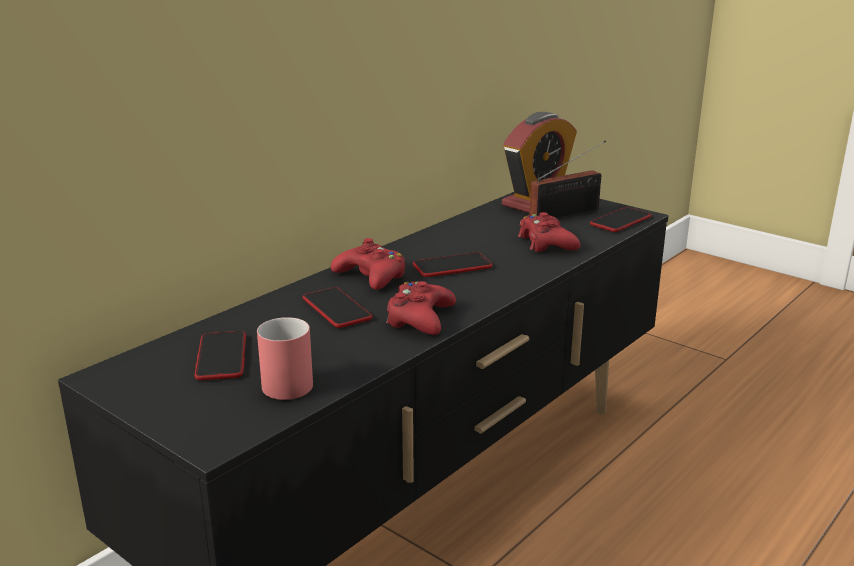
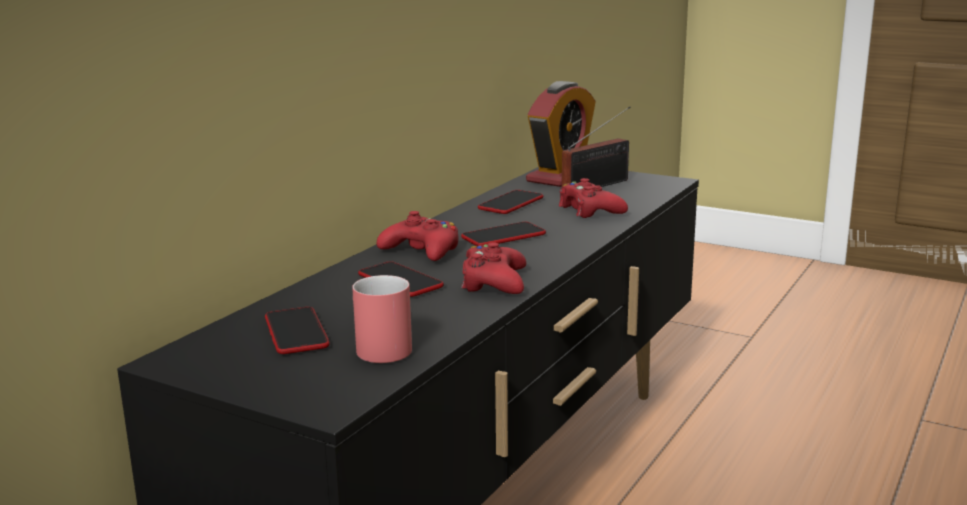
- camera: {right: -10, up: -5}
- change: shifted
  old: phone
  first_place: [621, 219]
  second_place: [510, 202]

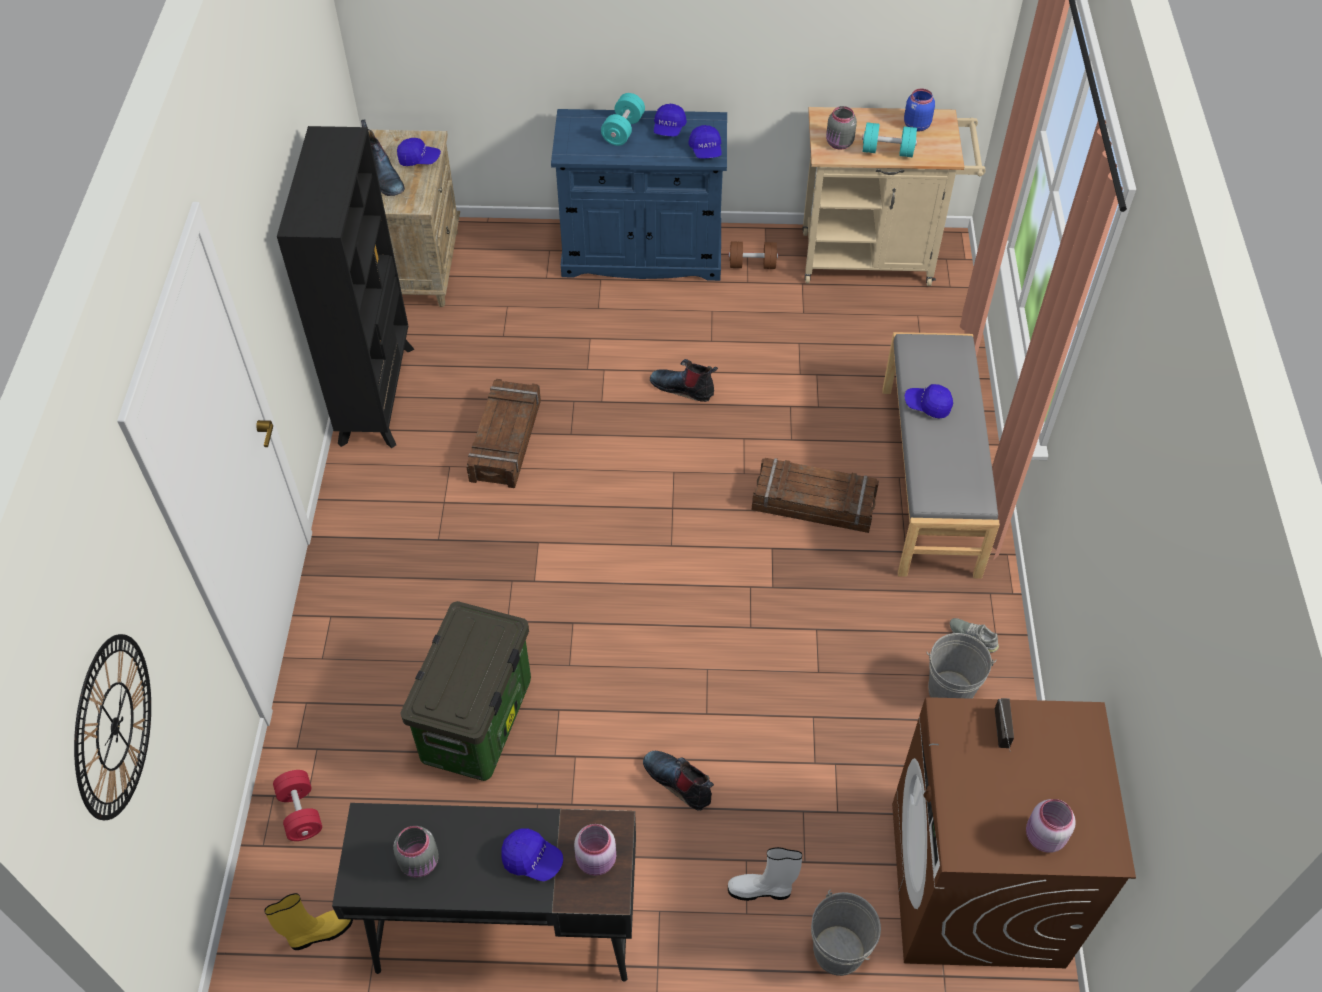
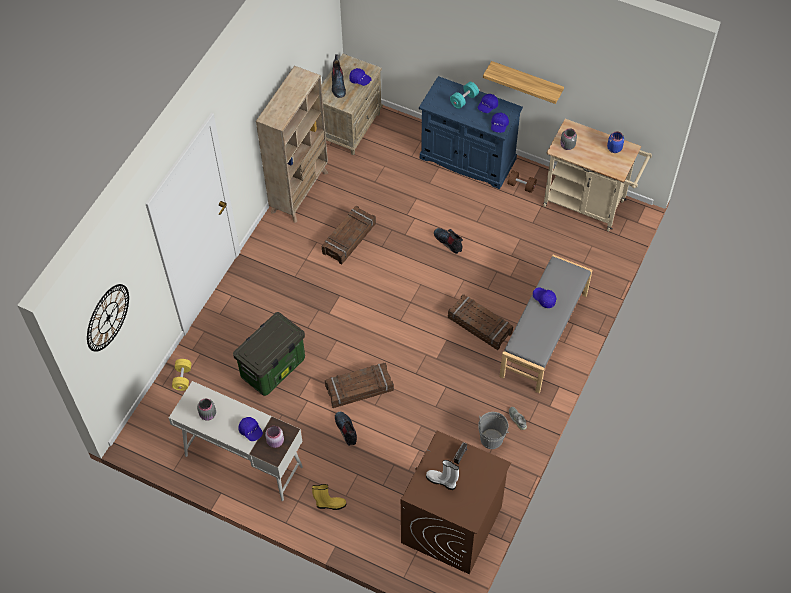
- camera: {right: 25, up: 5}
- change: gone
  old: dumbbell (turquoise)
  first_place: [889, 139]
- change: repainted
  old: bookcase (black)
  new: bookcase (beige)
  first_place: [345, 287]
  second_place: [292, 144]
- change: repainted
  old: dumbbell (red)
  new: dumbbell (yellow)
  first_place: [297, 805]
  second_place: [181, 375]
- change: gone
  old: jar (pink)
  first_place: [1051, 826]
- change: repainted
  old: desk (black)
  new: desk (white)
  first_place: [484, 892]
  second_place: [236, 441]
- change: shifted
  old: boot (white)
  first_place: [765, 874]
  second_place: [442, 475]
- change: gone
  old: bucket (grey)
  first_place: [846, 932]
- change: shifted
  old: boot (yellow)
  first_place: [309, 921]
  second_place: [329, 497]
- change: new
  new: shelf
  second_place: [523, 82]
- change: new
  new: crate
  second_place: [359, 385]

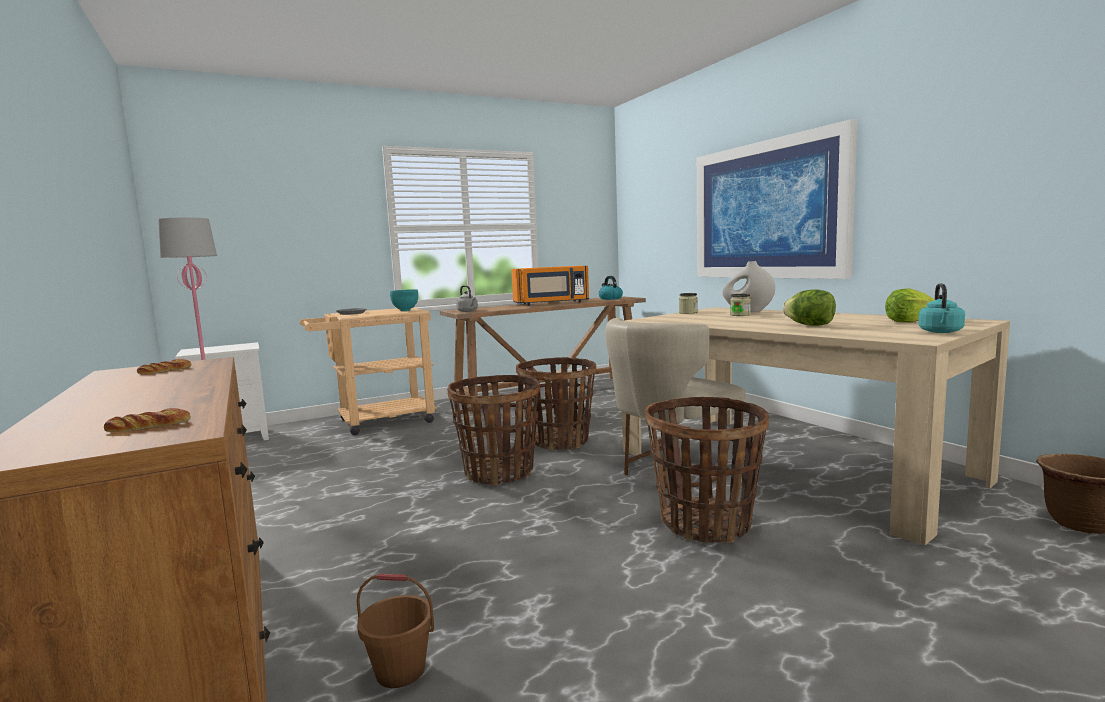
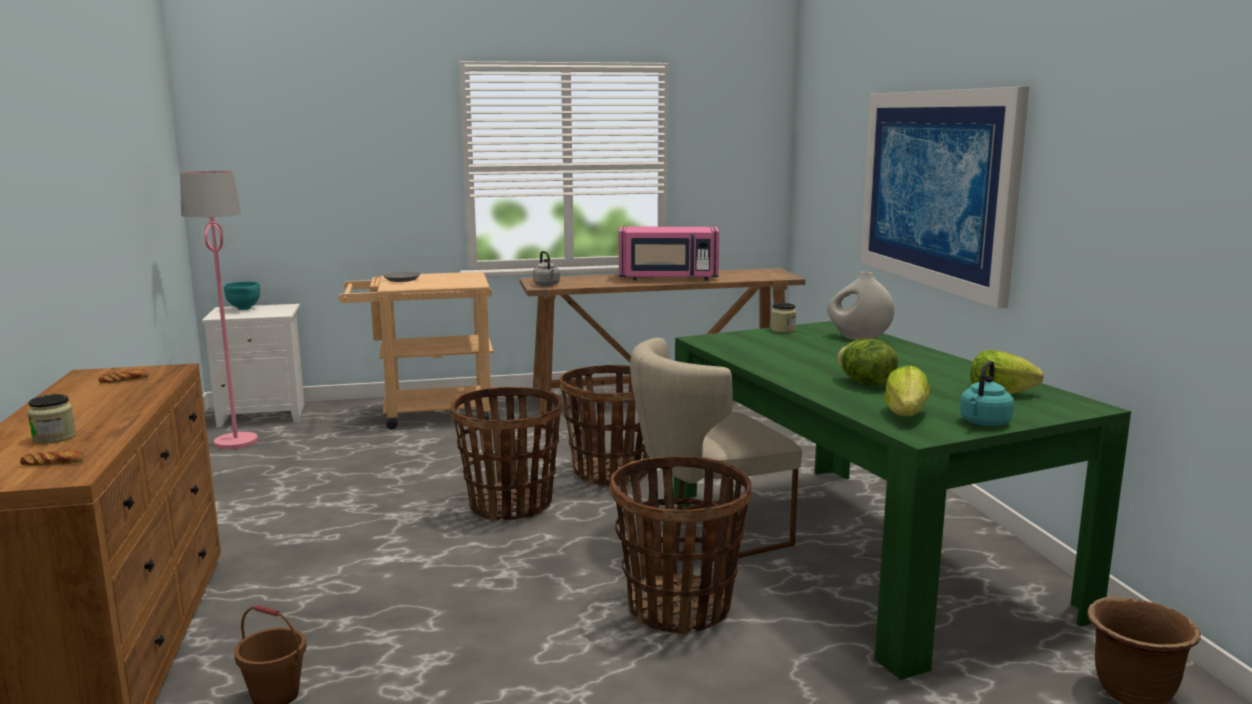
- camera: {right: 15, up: 5}
- change: repainted
  old: microwave (orange)
  new: microwave (pink)
  first_place: [550, 286]
  second_place: [669, 253]
- change: gone
  old: kettle
  first_place: [611, 288]
- change: shifted
  old: bowl (turquoise)
  first_place: [404, 300]
  second_place: [242, 295]
- change: shifted
  old: jar
  first_place: [740, 305]
  second_place: [51, 419]
- change: repainted
  old: dining table (beige)
  new: dining table (green)
  first_place: [816, 426]
  second_place: [902, 500]
- change: new
  new: lettuce
  second_place: [907, 390]

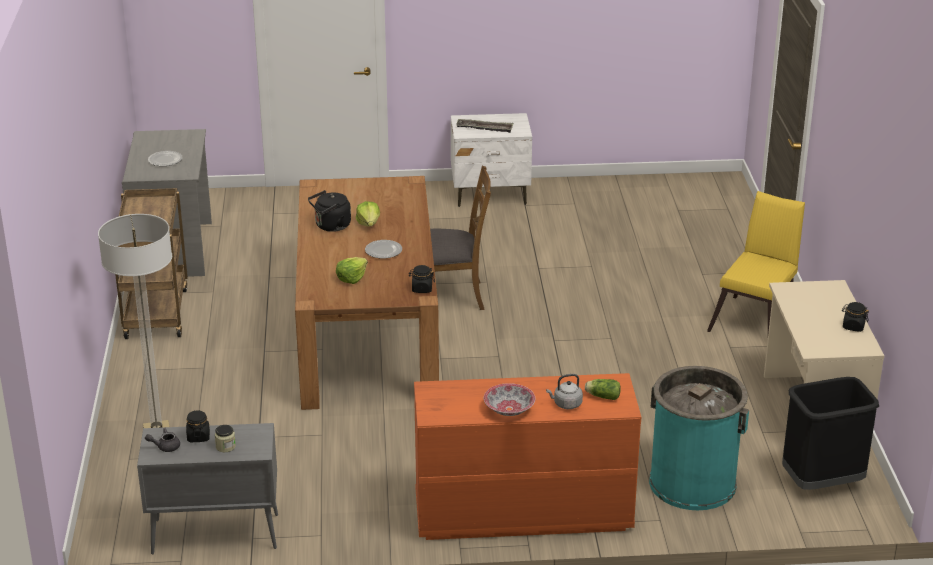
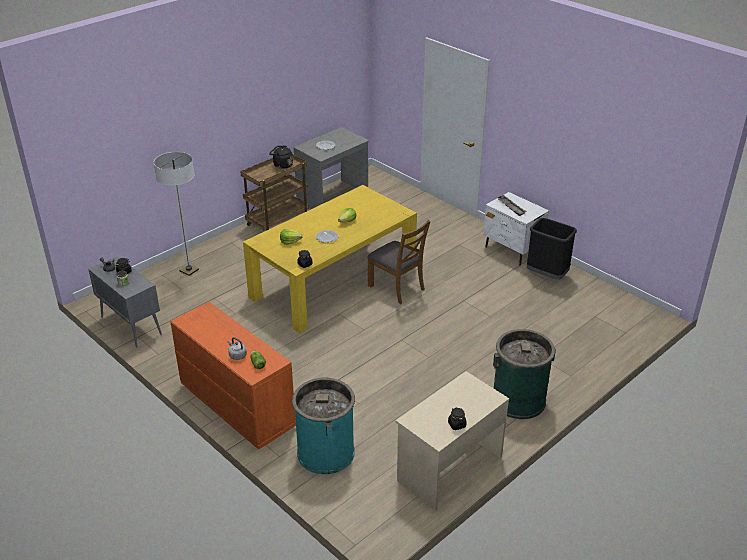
- camera: {right: 50, up: 5}
- change: repainted
  old: dining table (brown)
  new: dining table (yellow)
  first_place: [367, 293]
  second_place: [330, 259]
- change: shifted
  old: kettle (black)
  first_place: [329, 211]
  second_place: [281, 157]
- change: swapped
  old: chair (yellow)
  new: trash can (green)
  first_place: [756, 261]
  second_place: [524, 374]
- change: shifted
  old: trash can (black)
  first_place: [830, 433]
  second_place: [552, 249]
- change: gone
  old: bowl
  first_place: [509, 399]

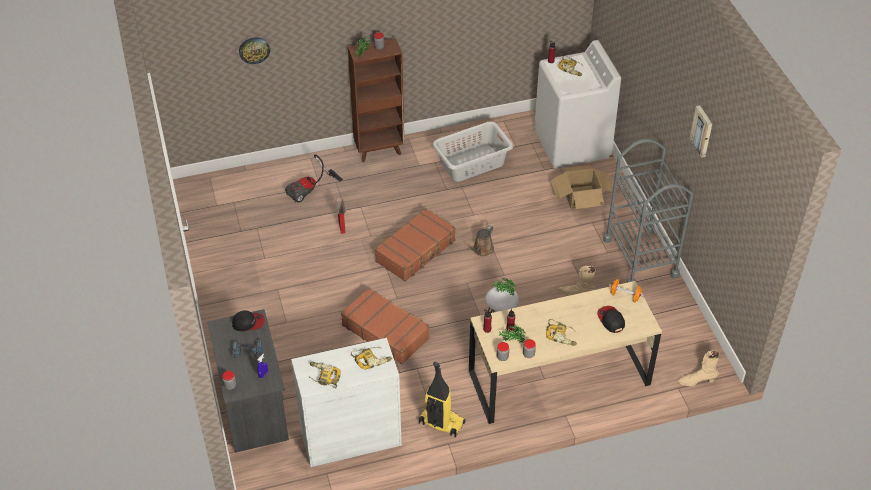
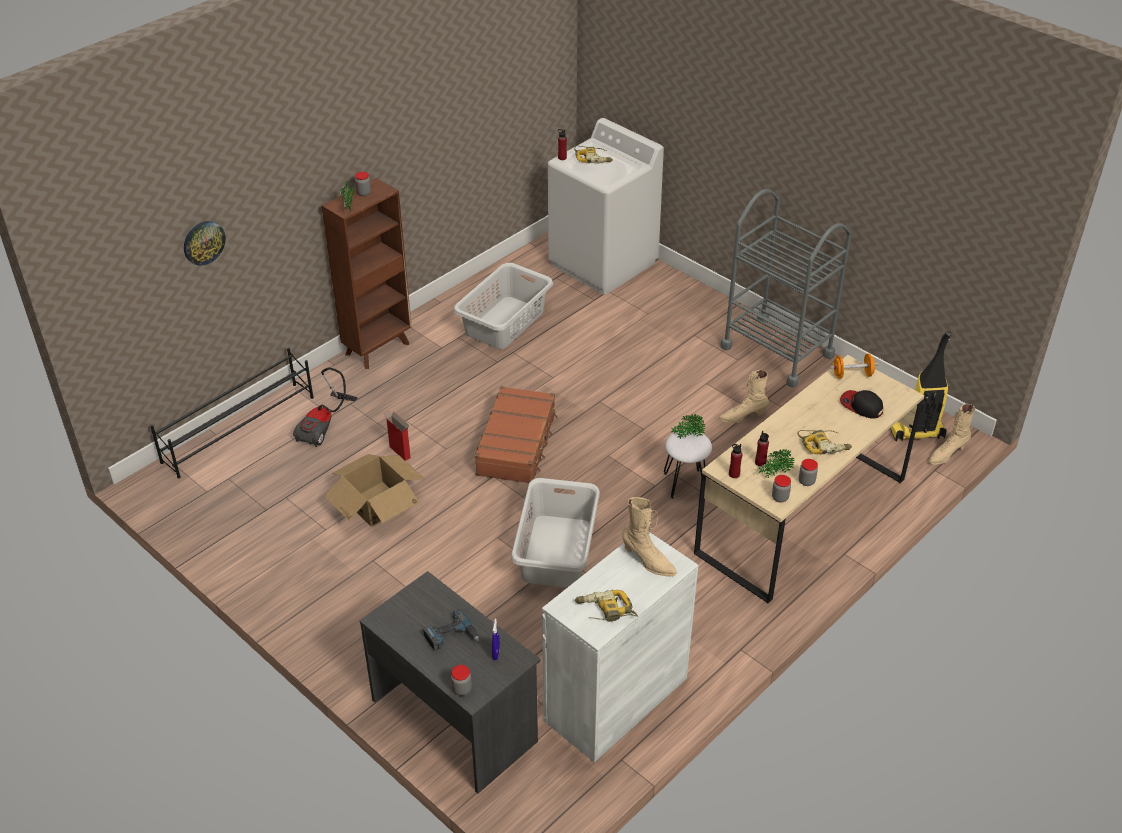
- camera: {right: -30, up: -5}
- change: gone
  old: picture
  first_place: [701, 131]
- change: shifted
  old: cardboard box
  first_place: [582, 187]
  second_place: [374, 490]
- change: gone
  old: watering can (brown)
  first_place: [481, 240]
- change: swapped
  old: suitcase (brown)
  new: laundry basket (grey)
  first_place: [385, 326]
  second_place: [555, 533]
- change: gone
  old: cap
  first_place: [248, 321]
- change: swapped
  old: power drill
  new: boot (beige)
  first_place: [371, 358]
  second_place: [649, 537]
- change: shifted
  old: vacuum cleaner
  first_place: [442, 399]
  second_place: [921, 386]
- change: new
  new: shoe rack (black)
  second_place: [232, 413]

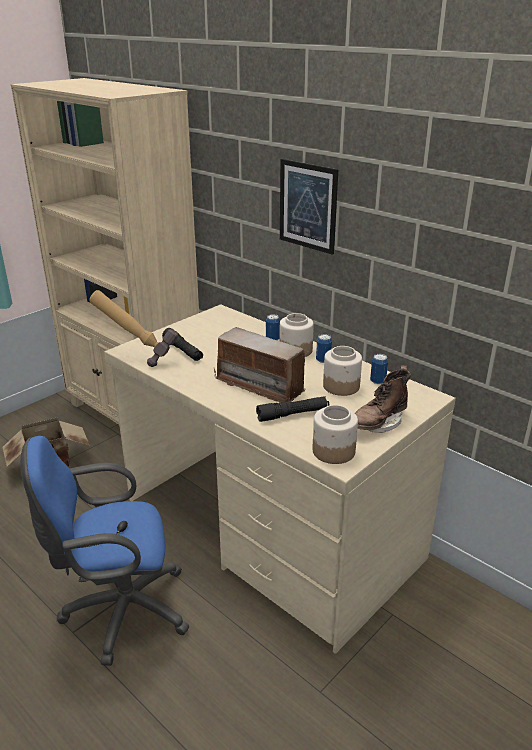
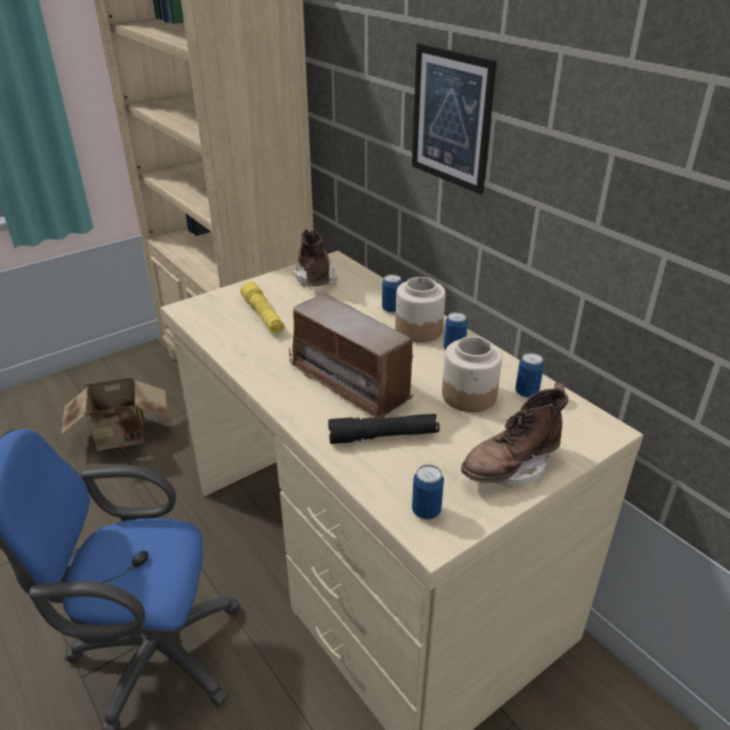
- camera: {right: 10, up: 5}
- change: gone
  old: hammer
  first_place: [133, 328]
- change: repainted
  old: flashlight (black)
  new: flashlight (yellow)
  first_place: [182, 344]
  second_place: [262, 307]
- change: swapped
  old: jar
  new: can
  first_place: [335, 434]
  second_place: [428, 492]
- change: new
  new: boot (brown)
  second_place: [315, 258]

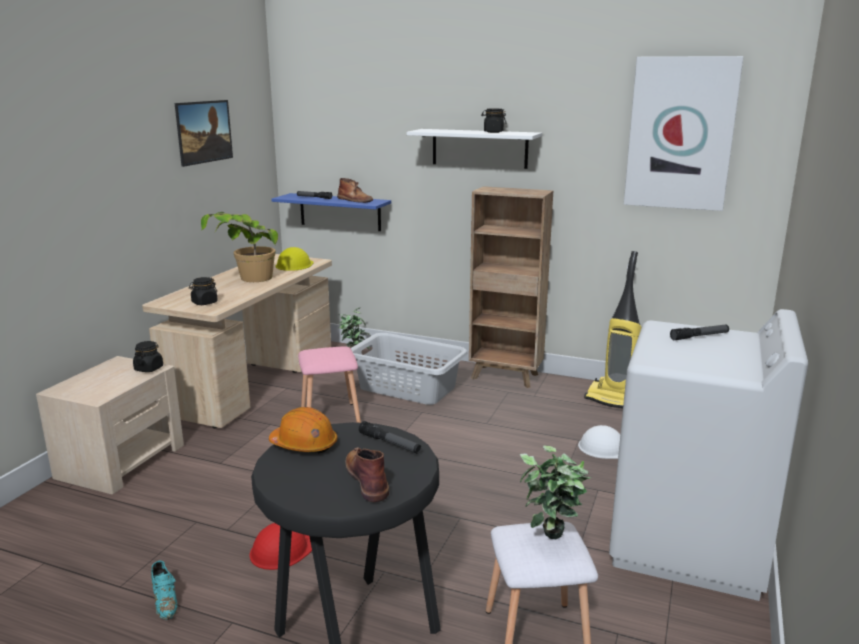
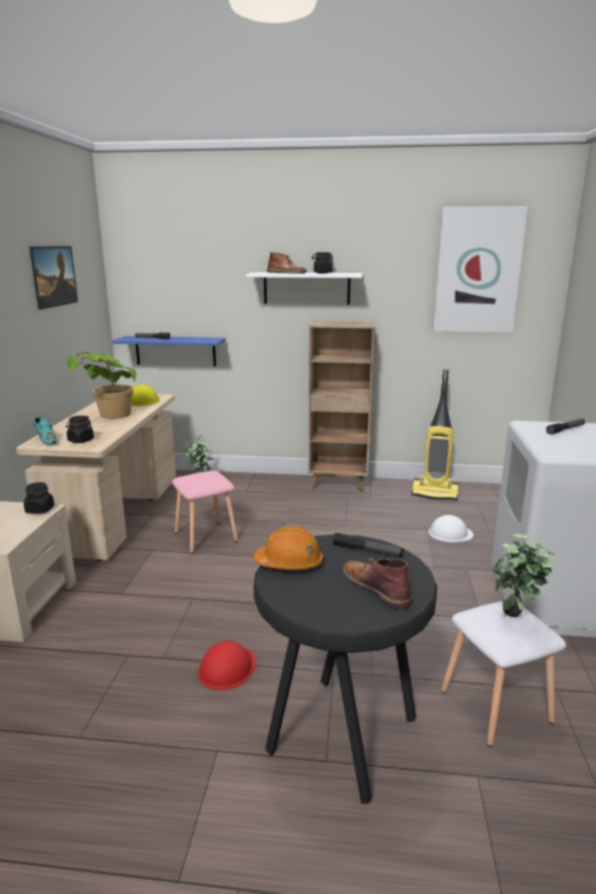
- camera: {right: -15, up: 0}
- change: shifted
  old: boot (brown)
  first_place: [355, 190]
  second_place: [287, 263]
- change: gone
  old: laundry basket (grey)
  first_place: [409, 369]
- change: shifted
  old: shoe (turquoise)
  first_place: [164, 590]
  second_place: [45, 431]

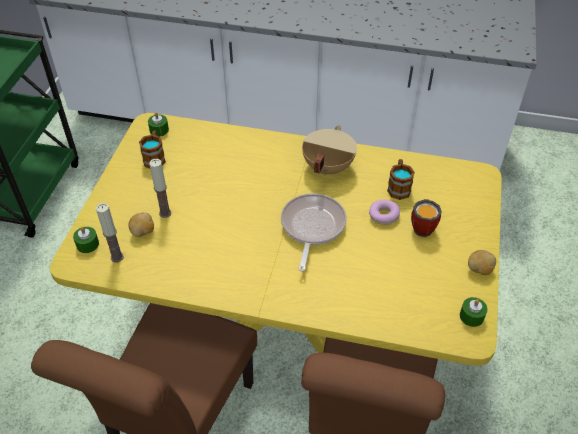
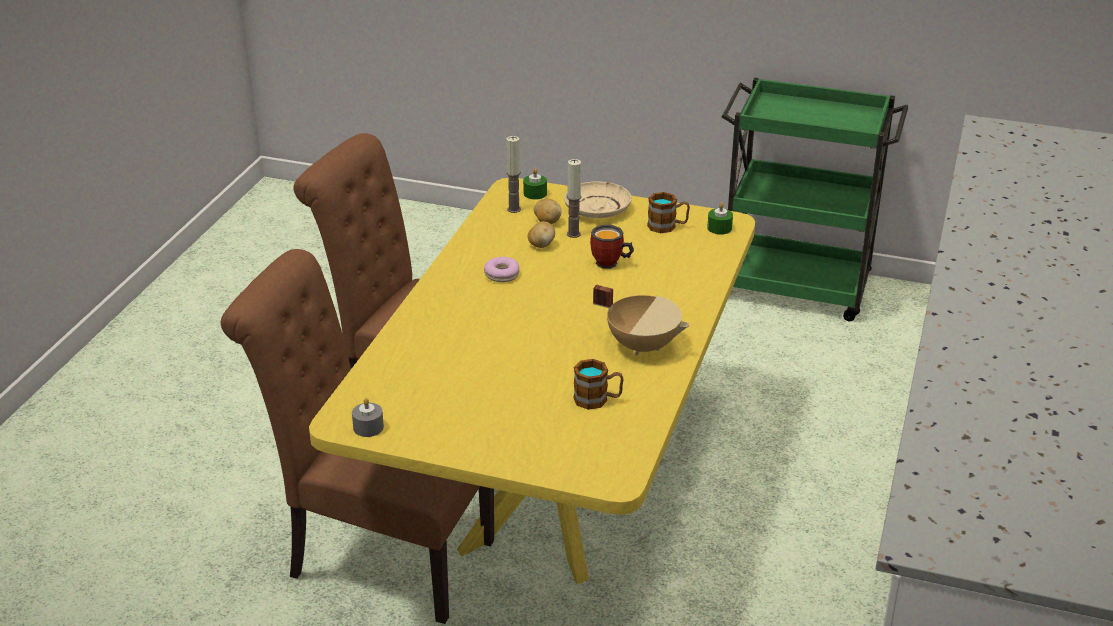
- camera: {right: 95, up: -15}
- change: gone
  old: frying pan
  first_place: [314, 232]
- change: shifted
  old: mug
  first_place: [426, 218]
  second_place: [612, 247]
- change: shifted
  old: donut
  first_place: [384, 212]
  second_place: [501, 269]
- change: shifted
  old: potato
  first_place: [482, 262]
  second_place: [541, 234]
- change: repainted
  old: candle (green)
  new: candle (grey)
  first_place: [474, 312]
  second_place: [368, 417]
- change: new
  new: plate (beige)
  second_place: [598, 199]

